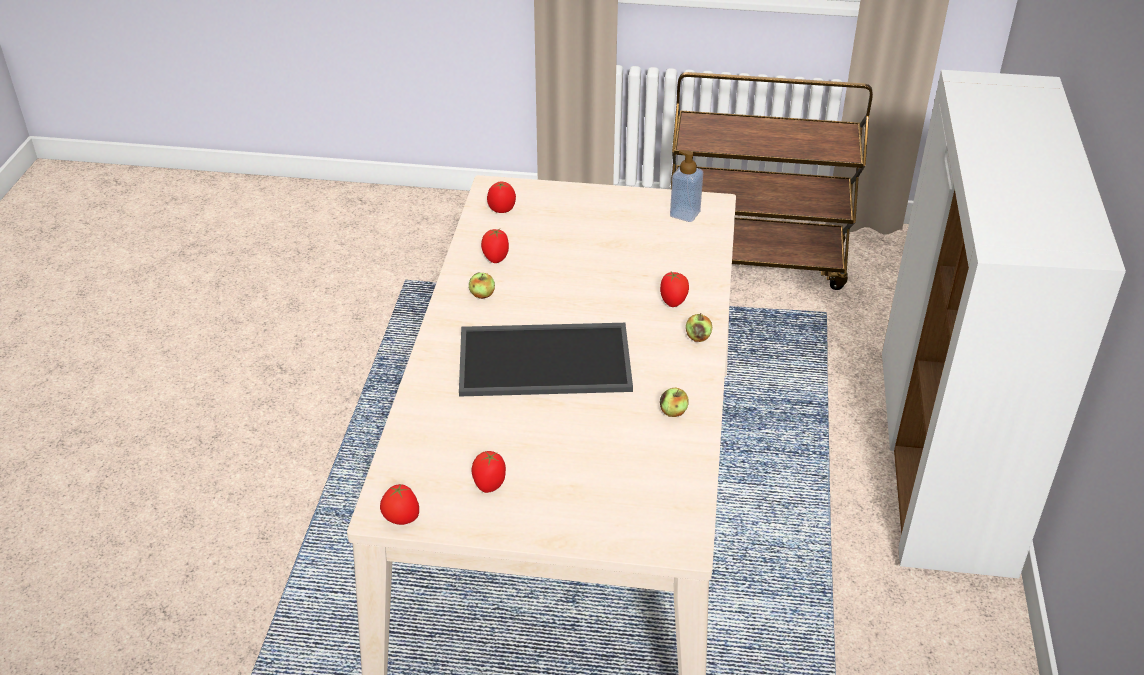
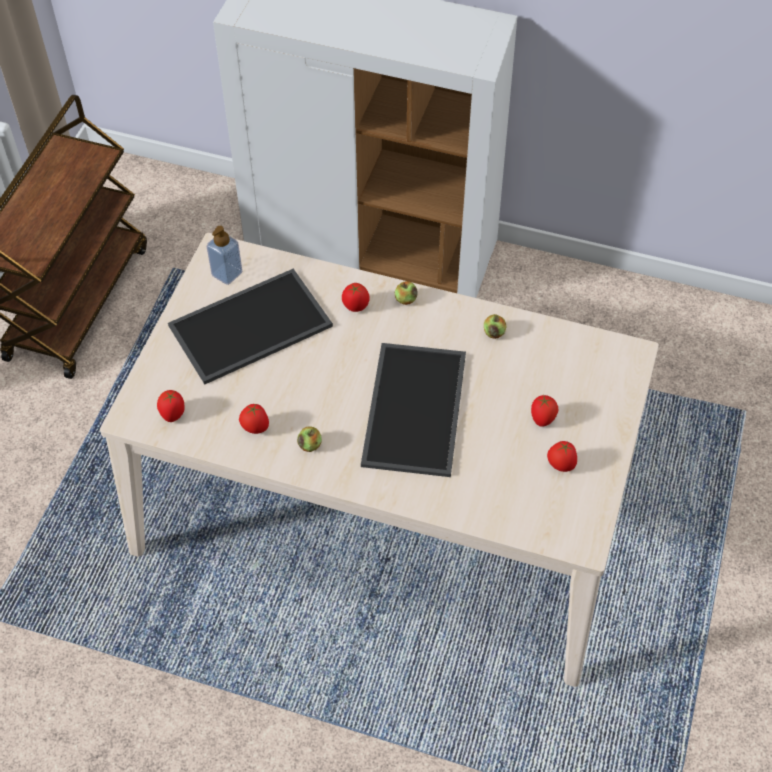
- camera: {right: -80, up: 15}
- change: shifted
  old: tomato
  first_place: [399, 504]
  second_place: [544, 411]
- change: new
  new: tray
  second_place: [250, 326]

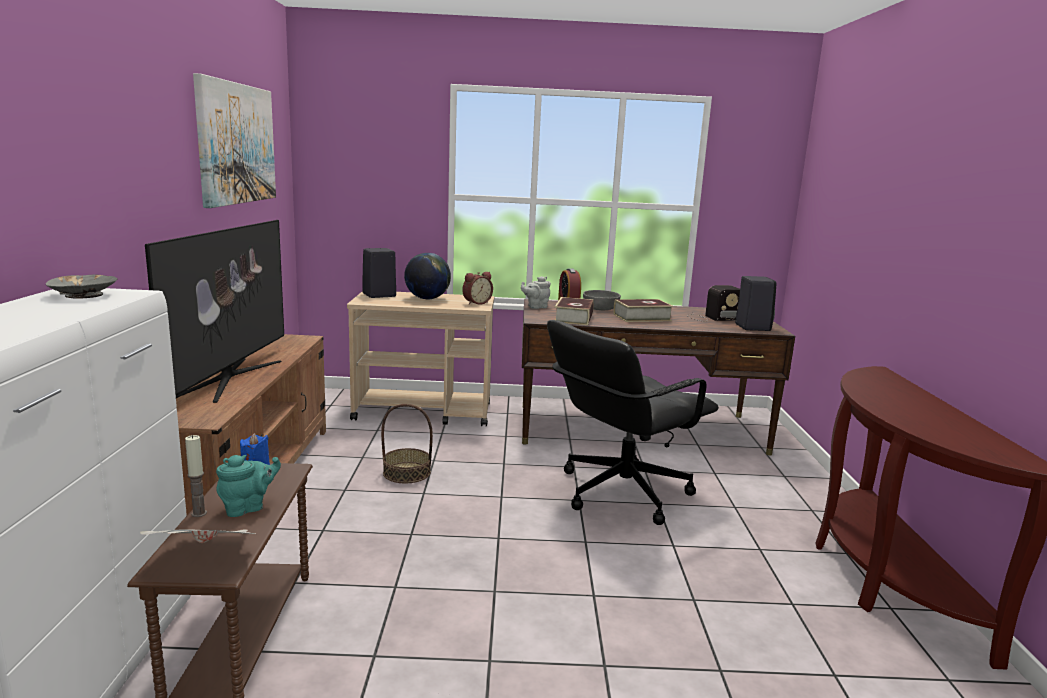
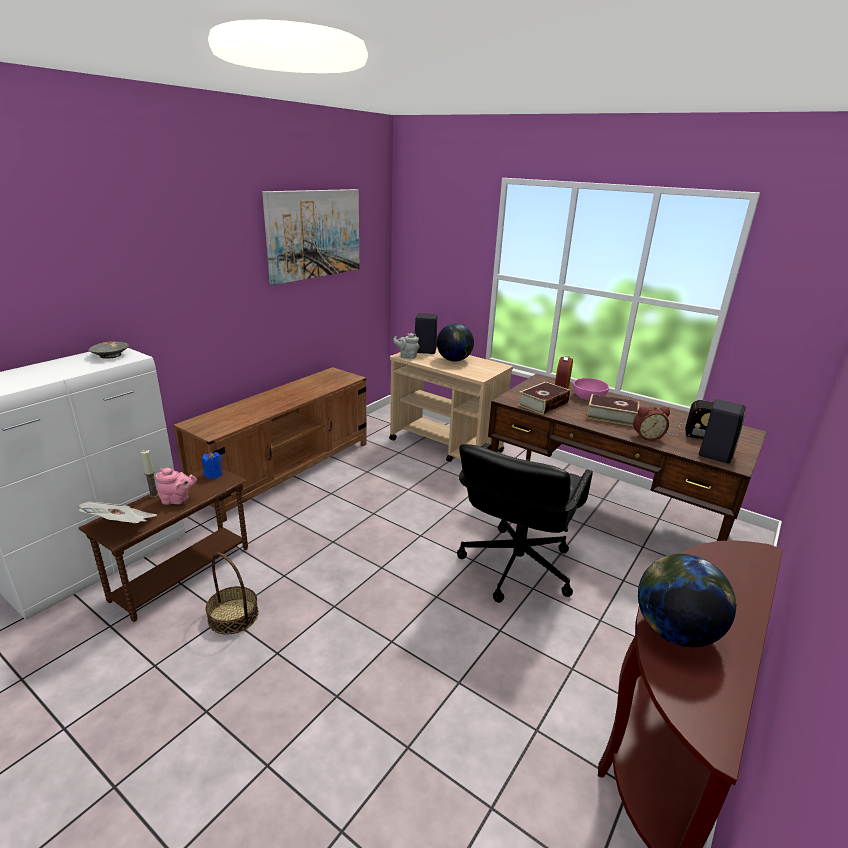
- camera: {right: 35, up: 10}
- change: gone
  old: television
  first_place: [214, 311]
- change: shifted
  old: alarm clock
  first_place: [477, 288]
  second_place: [651, 424]
- change: shifted
  old: teapot (grey)
  first_place: [536, 292]
  second_place: [406, 346]
- change: repainted
  old: bowl (grey)
  new: bowl (pink)
  first_place: [602, 300]
  second_place: [591, 389]
- change: rotated
  old: office chair (black)
  first_place: [633, 422]
  second_place: [525, 523]
  degrees: -60
- change: shifted
  old: basket
  first_place: [407, 443]
  second_place: [232, 593]
- change: repainted
  old: teapot (turquoise)
  new: teapot (pink)
  first_place: [248, 486]
  second_place: [176, 486]
- change: new
  new: globe
  second_place: [687, 600]

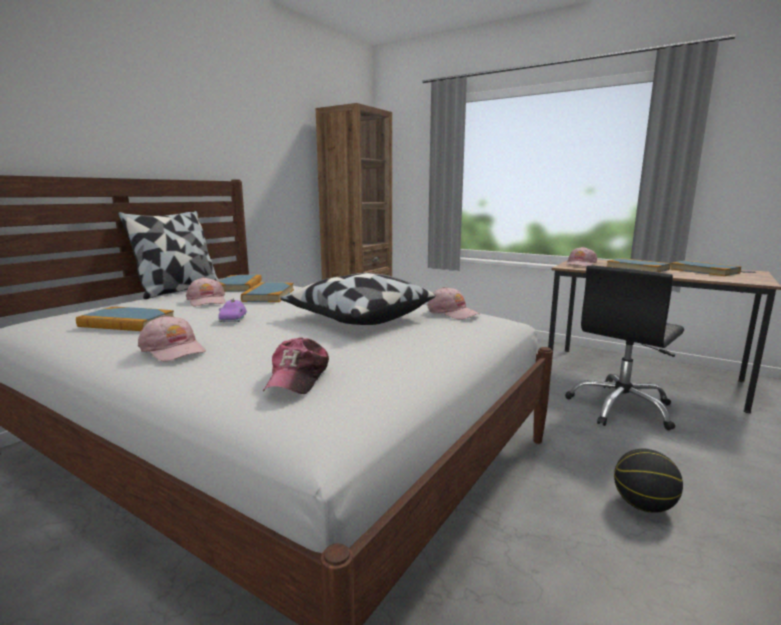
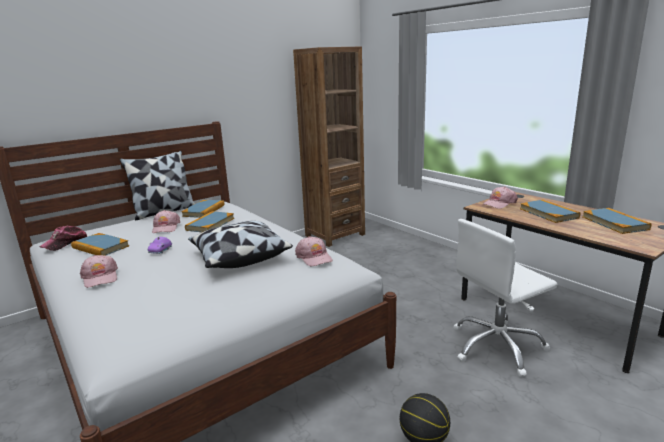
- camera: {right: 20, up: 5}
- change: repainted
  old: office chair (black)
  new: office chair (white)
  first_place: [624, 347]
  second_place: [505, 298]
- change: shifted
  old: cap
  first_place: [296, 365]
  second_place: [63, 238]

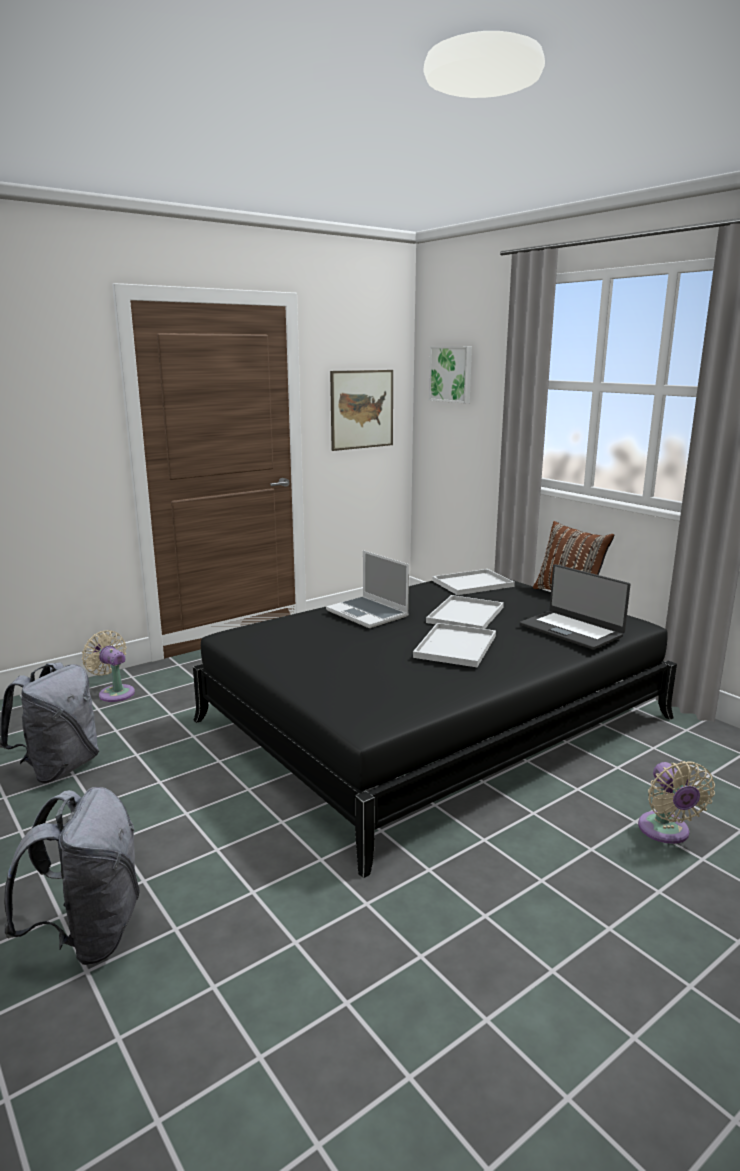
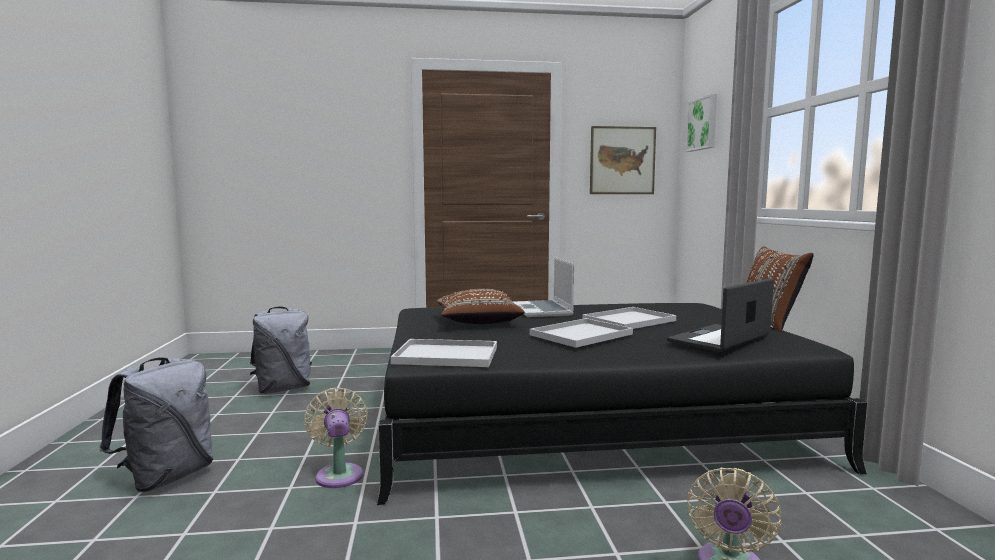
- camera: {right: 30, up: -10}
- change: rotated
  old: laptop
  first_place: [575, 607]
  second_place: [720, 315]
  degrees: 60
- change: shifted
  old: tray (white)
  first_place: [473, 582]
  second_place: [444, 353]
- change: shifted
  old: fan (beige)
  first_place: [108, 666]
  second_place: [336, 438]
- change: new
  new: pillow (brown)
  second_place: [480, 306]

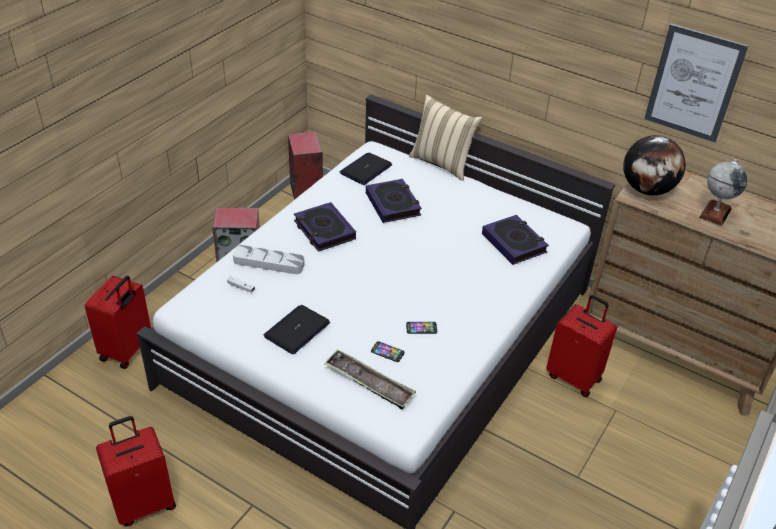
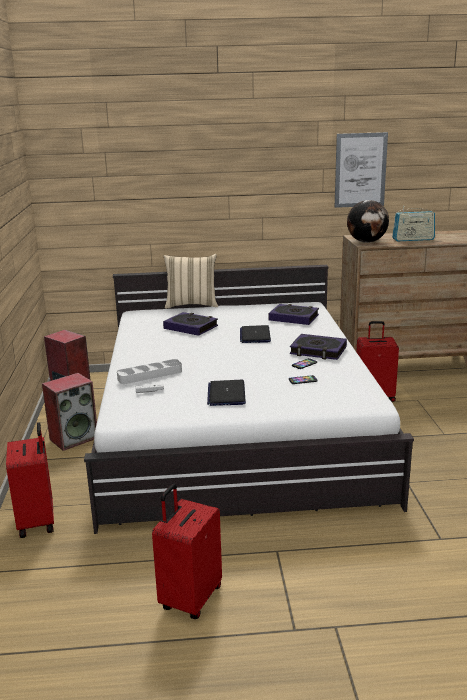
- camera: {right: -35, up: -20}
- change: shifted
  old: laptop
  first_place: [366, 168]
  second_place: [255, 334]
- change: swapped
  old: globe
  new: radio
  first_place: [723, 192]
  second_place: [413, 223]
- change: shifted
  old: book
  first_place: [325, 227]
  second_place: [318, 347]
- change: gone
  old: tray
  first_place: [370, 380]

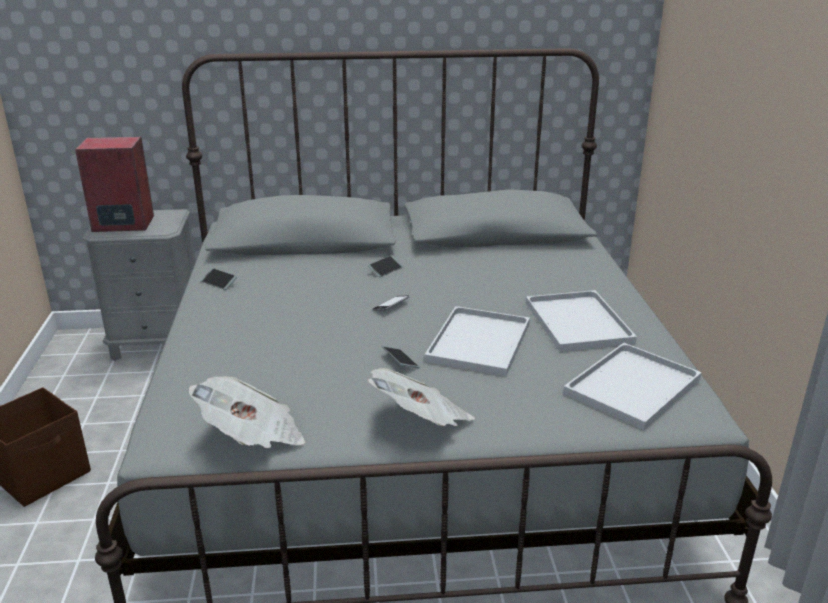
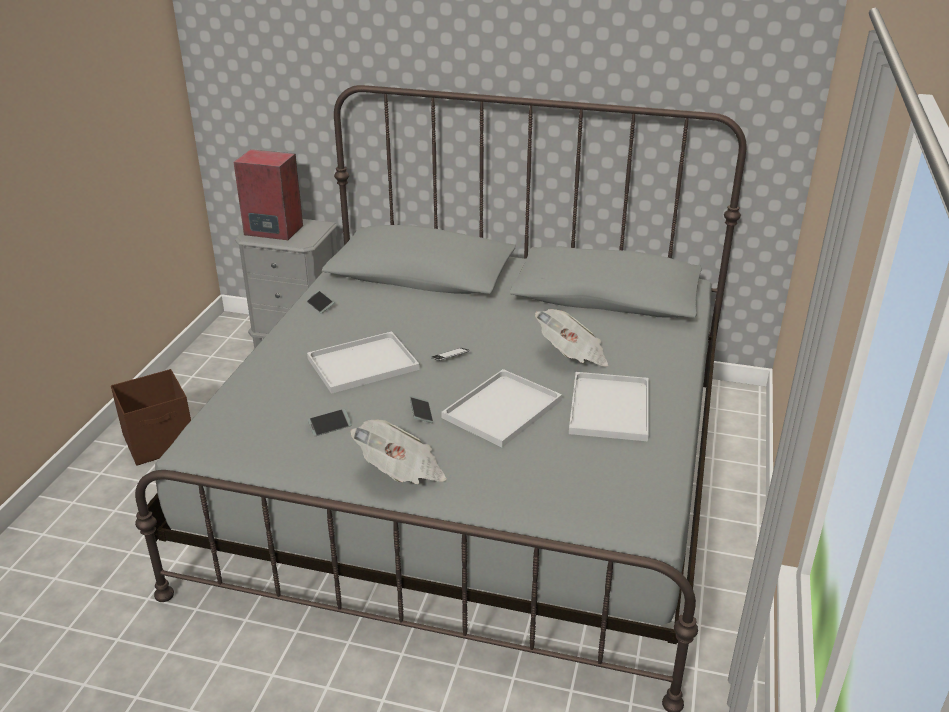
- camera: {right: 20, up: 5}
- change: shifted
  old: phone
  first_place: [385, 266]
  second_place: [330, 422]
- change: shifted
  old: tray (white)
  first_place: [632, 386]
  second_place: [363, 362]
- change: shifted
  old: newspaper
  first_place: [247, 412]
  second_place: [571, 337]

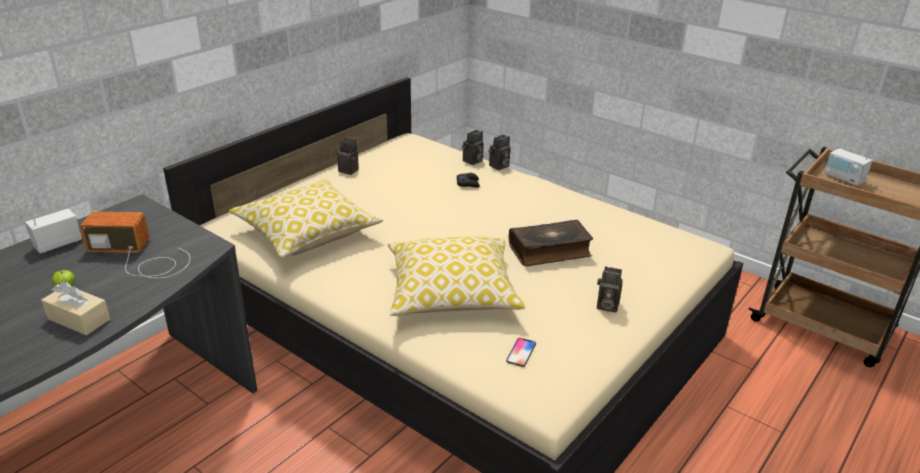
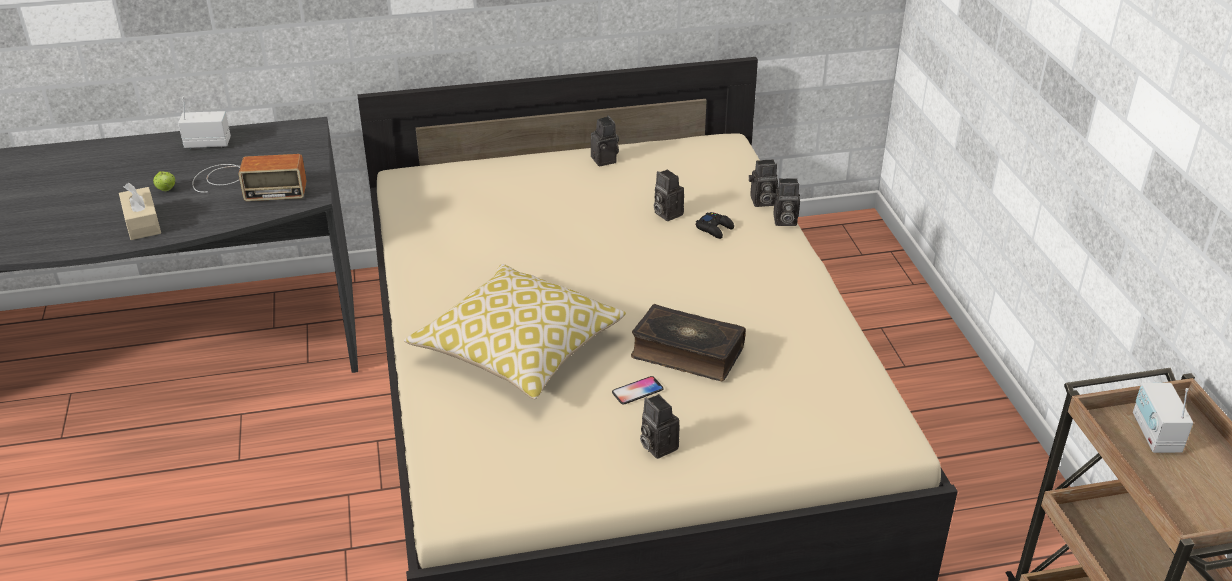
- camera: {right: 40, up: 5}
- change: gone
  old: pillow
  first_place: [306, 218]
- change: rotated
  old: radio
  first_place: [135, 245]
  second_place: [249, 177]
  degrees: 135
- change: shifted
  old: phone
  first_place: [521, 352]
  second_place: [638, 390]
- change: new
  new: photo camera
  second_place: [669, 195]

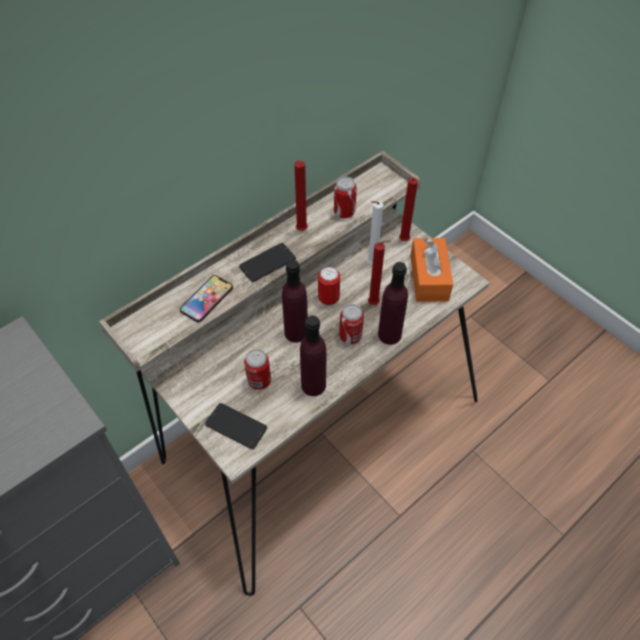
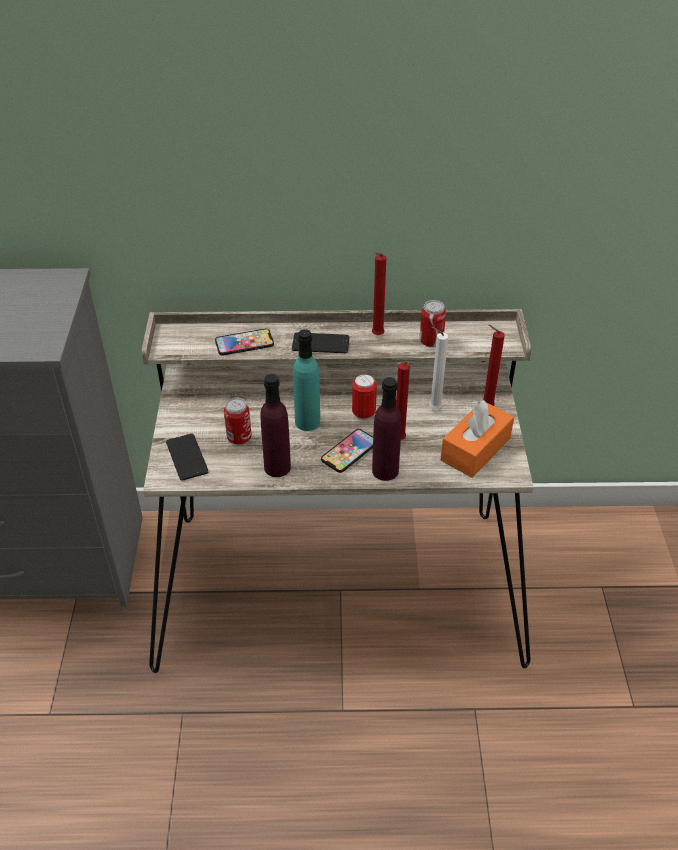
- camera: {right: 40, up: -10}
- change: repainted
  old: bottle (purple)
  new: bottle (turquoise)
  first_place: [295, 301]
  second_place: [306, 380]
- change: swapped
  old: can
  new: phone
  first_place: [351, 324]
  second_place: [347, 451]

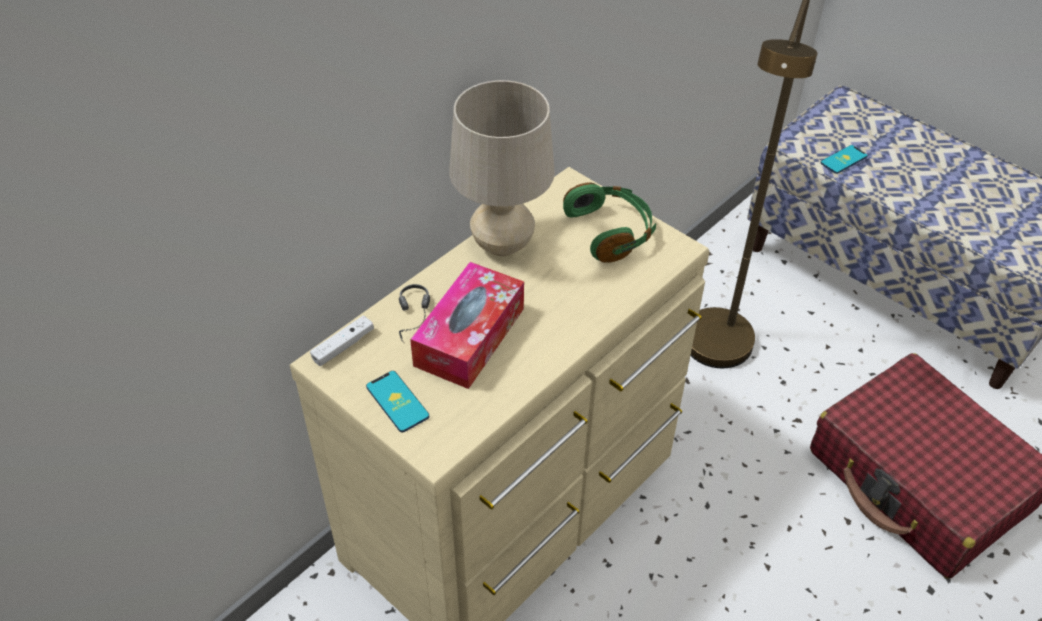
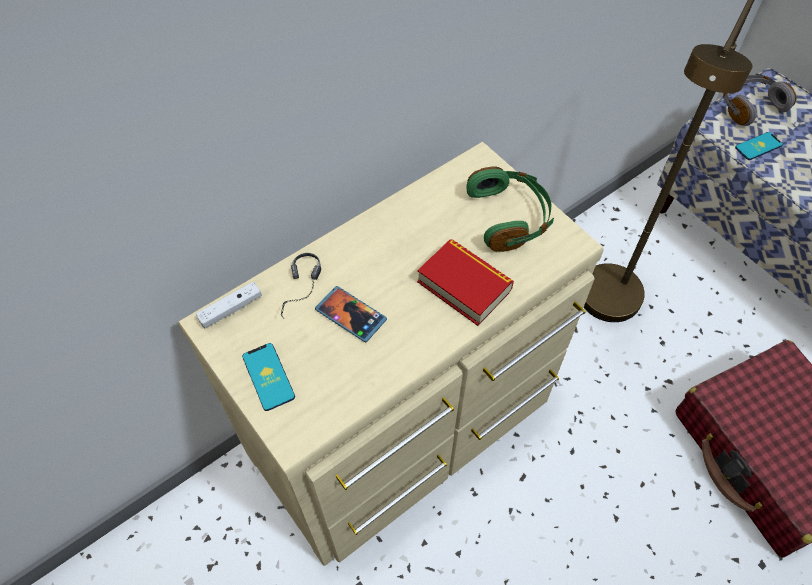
- camera: {right: 10, up: 10}
- change: gone
  old: table lamp (beige)
  first_place: [502, 168]
- change: swapped
  old: tissue box
  new: phone
  first_place: [467, 325]
  second_place: [351, 314]
- change: new
  new: headphones (grey)
  second_place: [759, 100]
- change: new
  new: book
  second_place: [465, 282]

